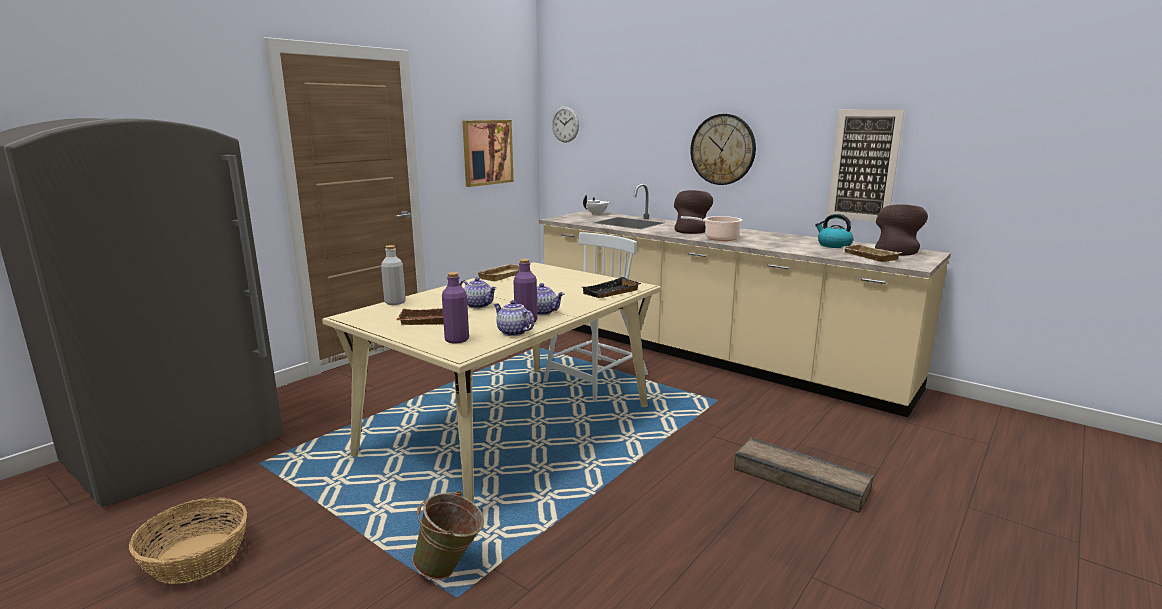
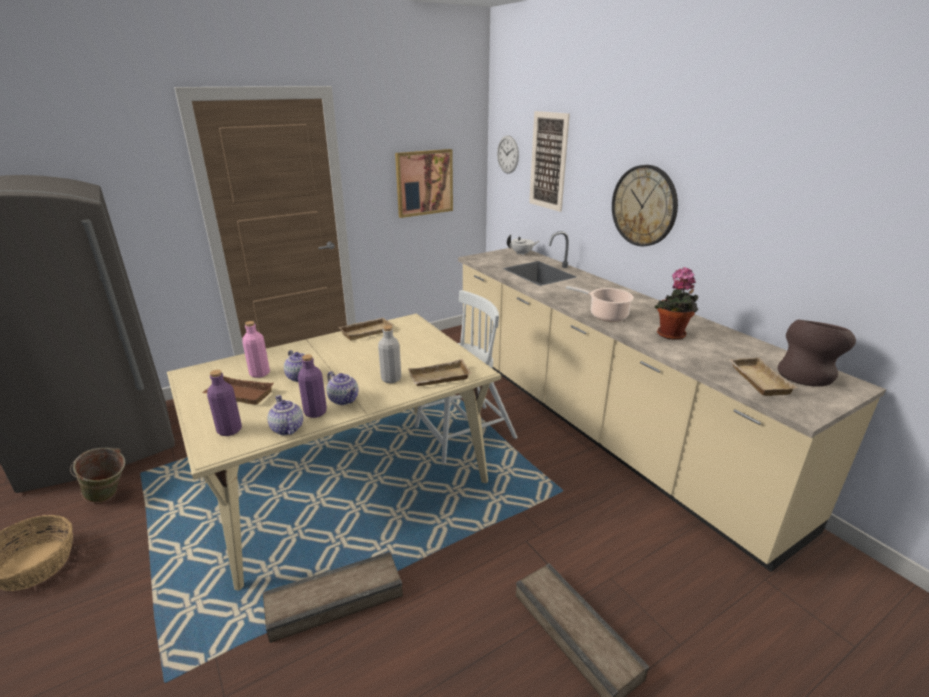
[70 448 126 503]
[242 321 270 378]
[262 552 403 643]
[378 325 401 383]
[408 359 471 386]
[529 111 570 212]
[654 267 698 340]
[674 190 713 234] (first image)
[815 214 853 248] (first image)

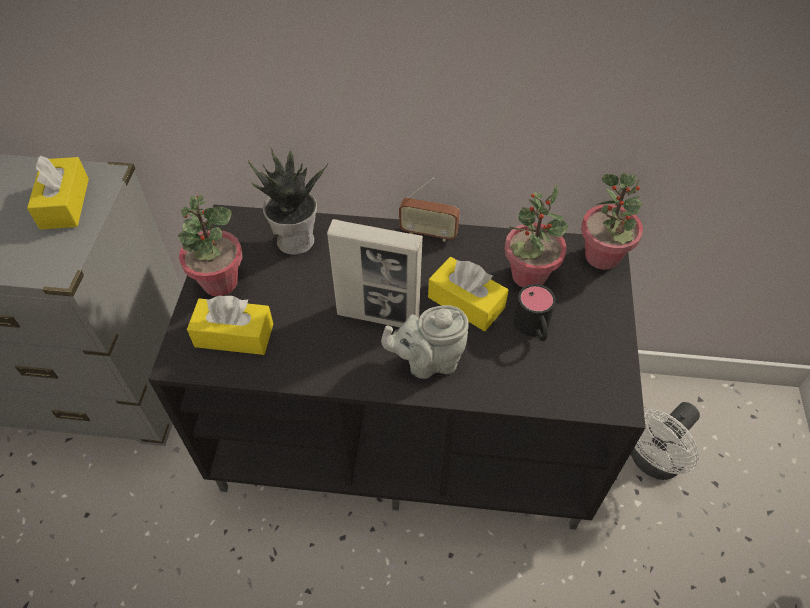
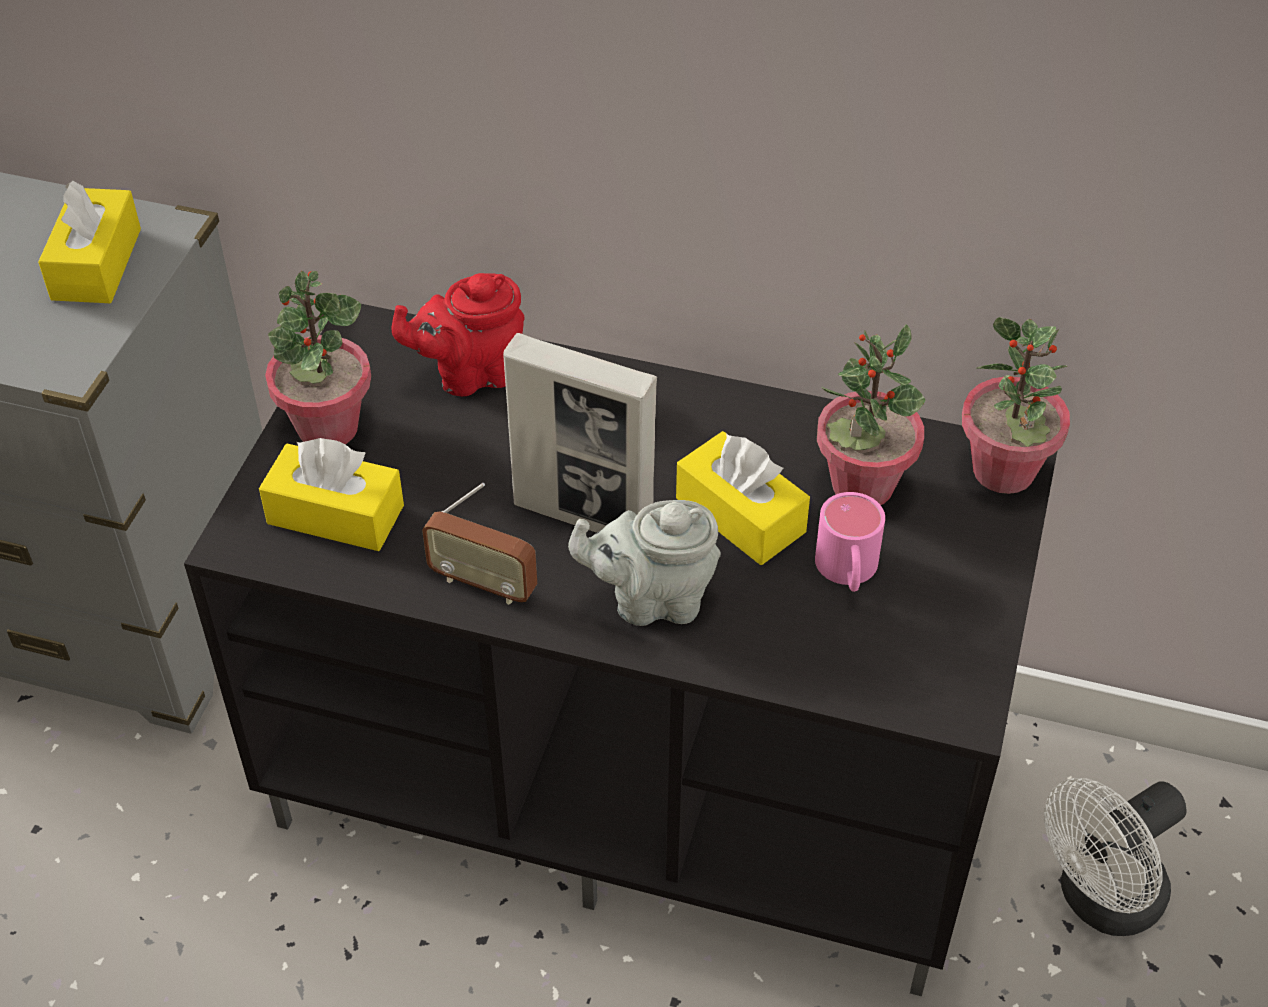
[391 273 525 396]
[422 483 537 605]
[815 492 885 592]

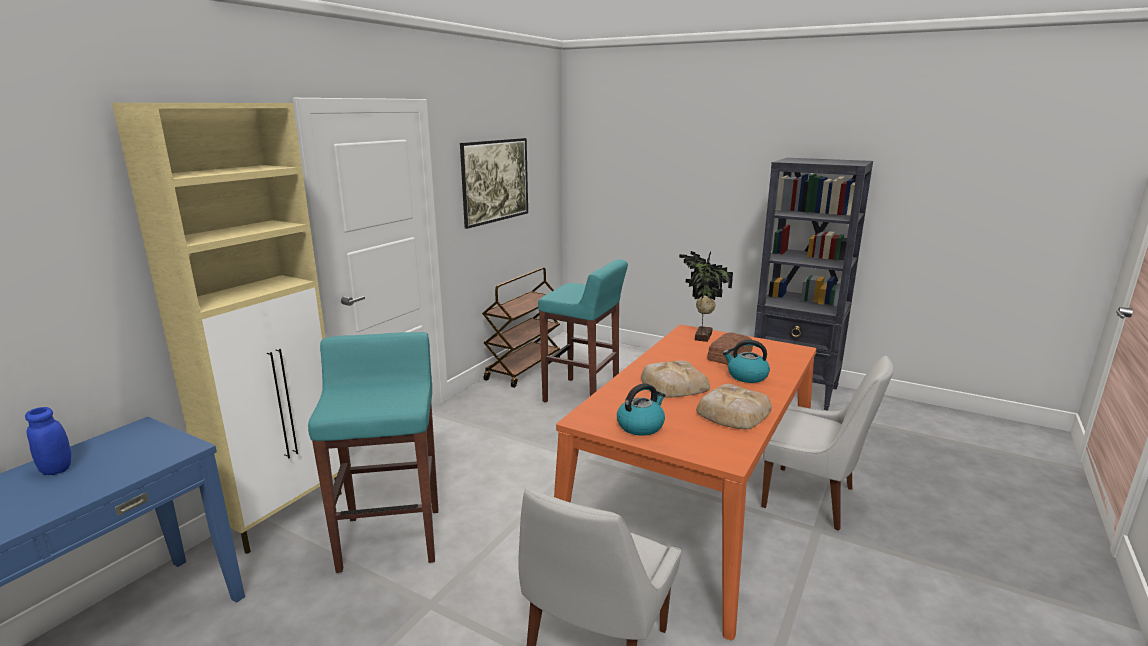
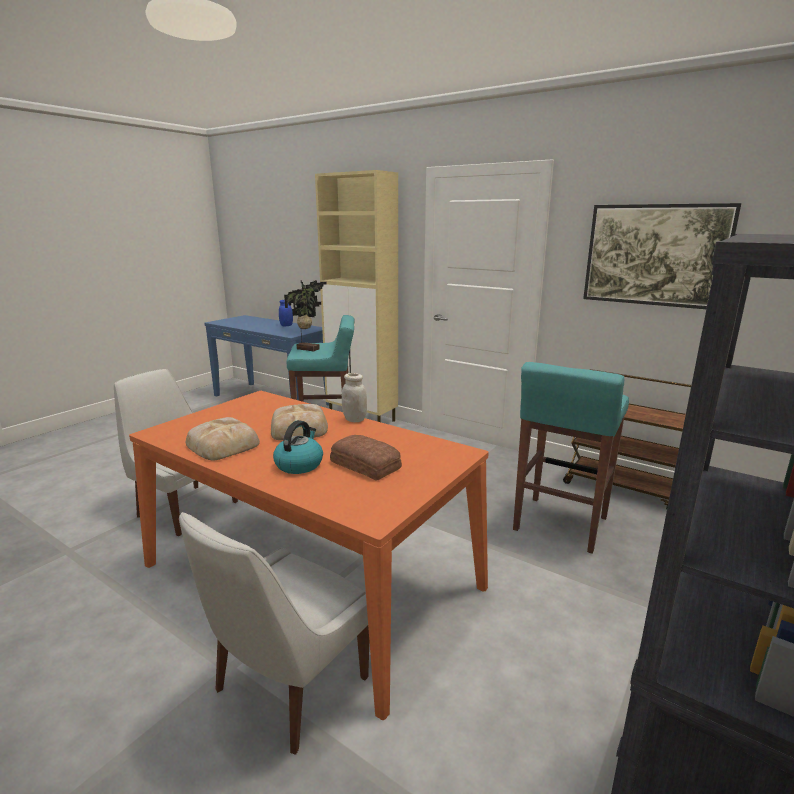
[284 280 326 351]
[342 373 367 422]
[617 383 666 436] (first image)

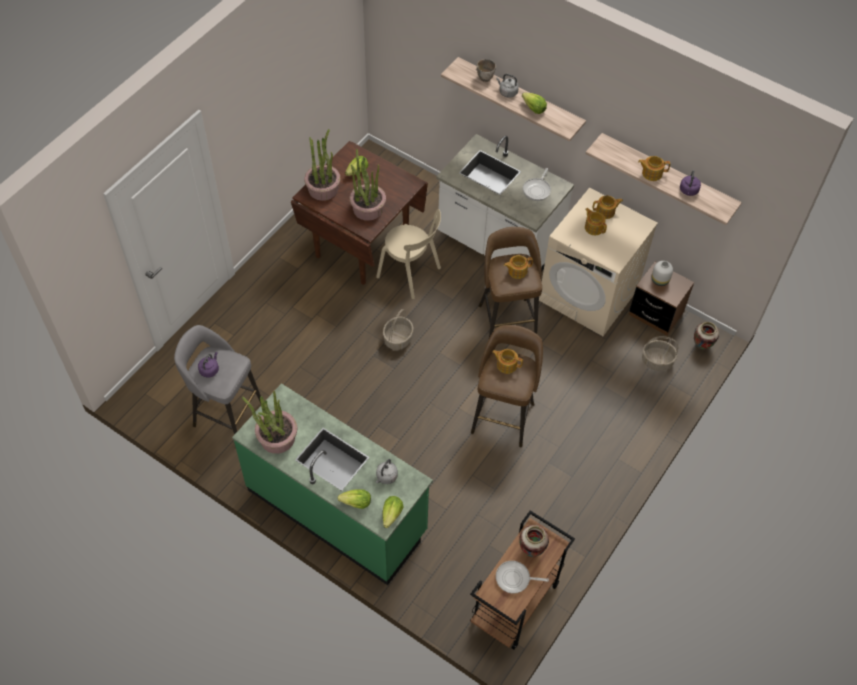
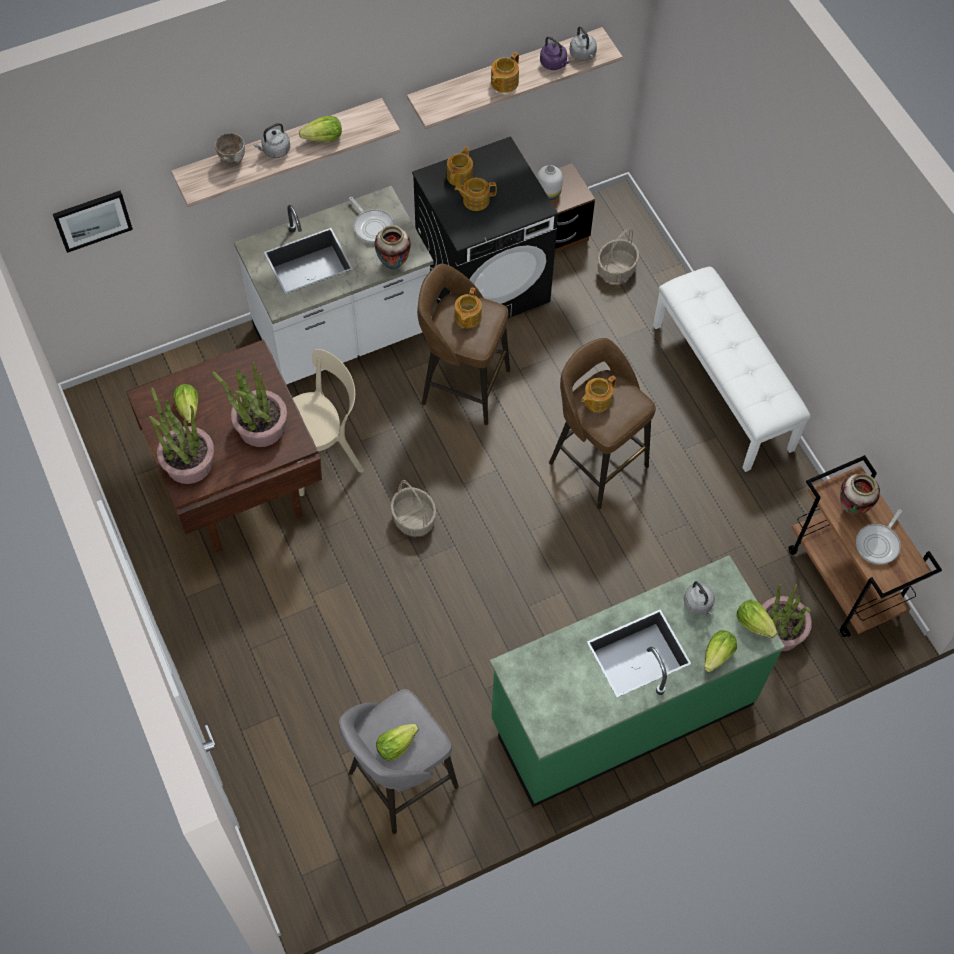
[53 191 133 253]
[374 225 411 269]
[376 723 419 761]
[412 136 558 318]
[570 26 597 61]
[653 267 811 472]
[762 584 812 652]

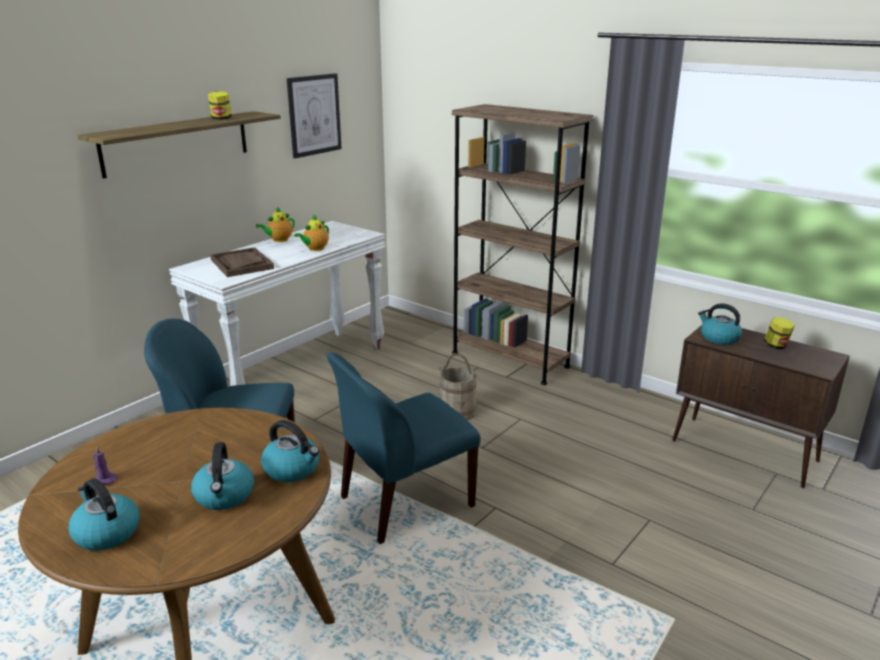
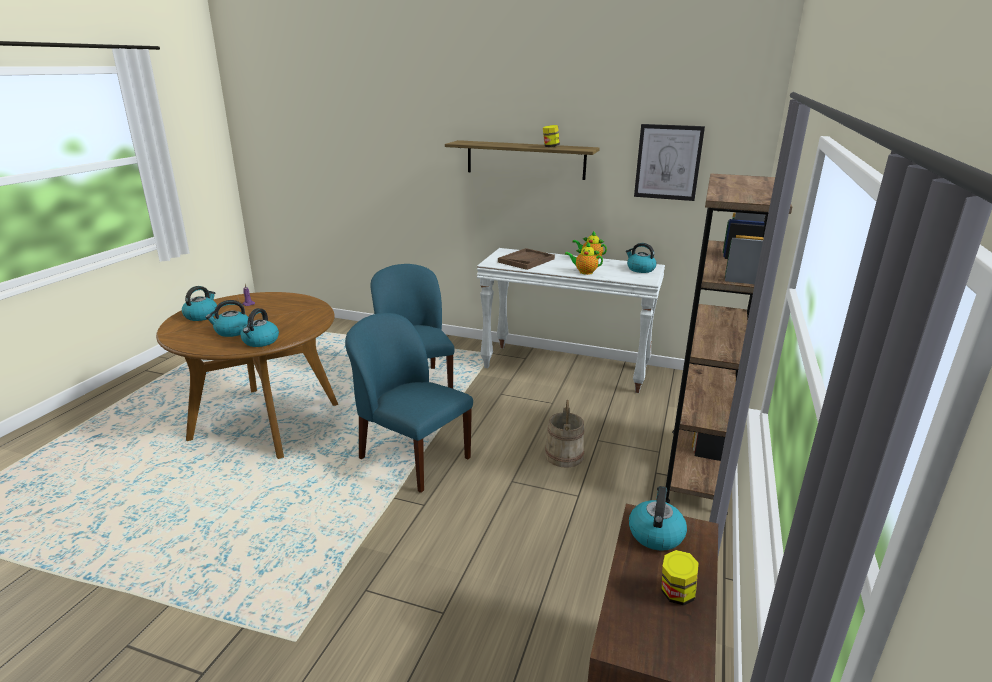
[626 243 656 273]

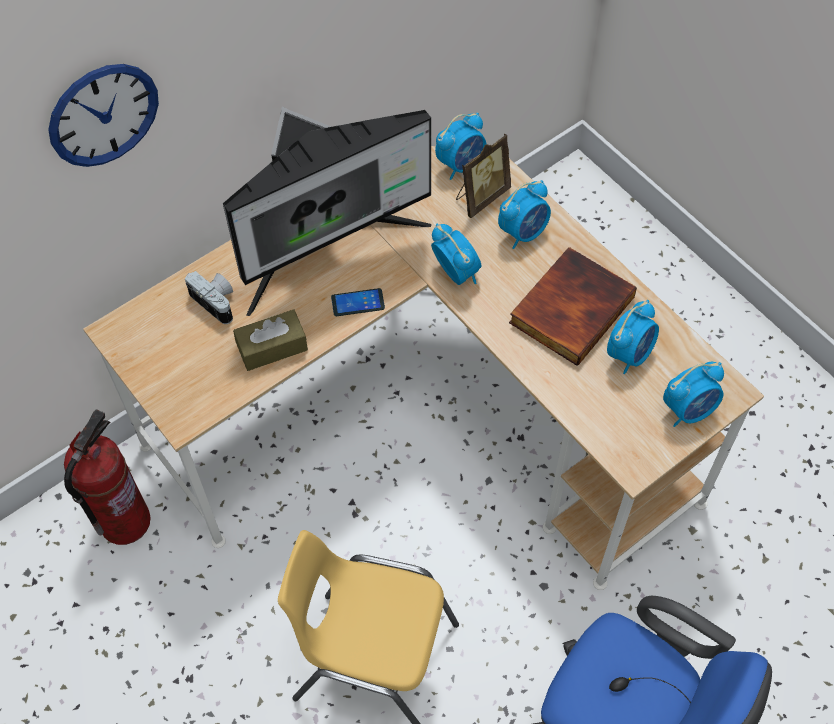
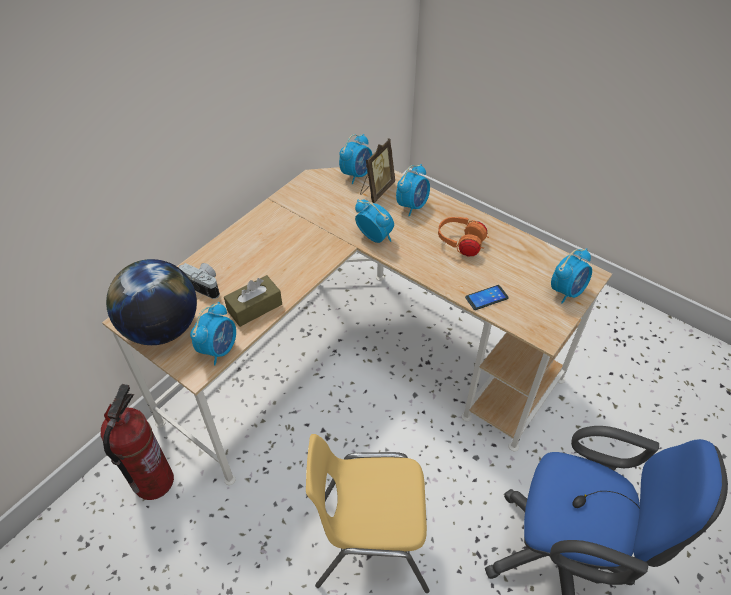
[106 259 197 345]
[190 302 236 365]
[438 217 489 256]
[465 285 509 310]
[48 64 159 167] (first image)
[223 107 432 316] (first image)

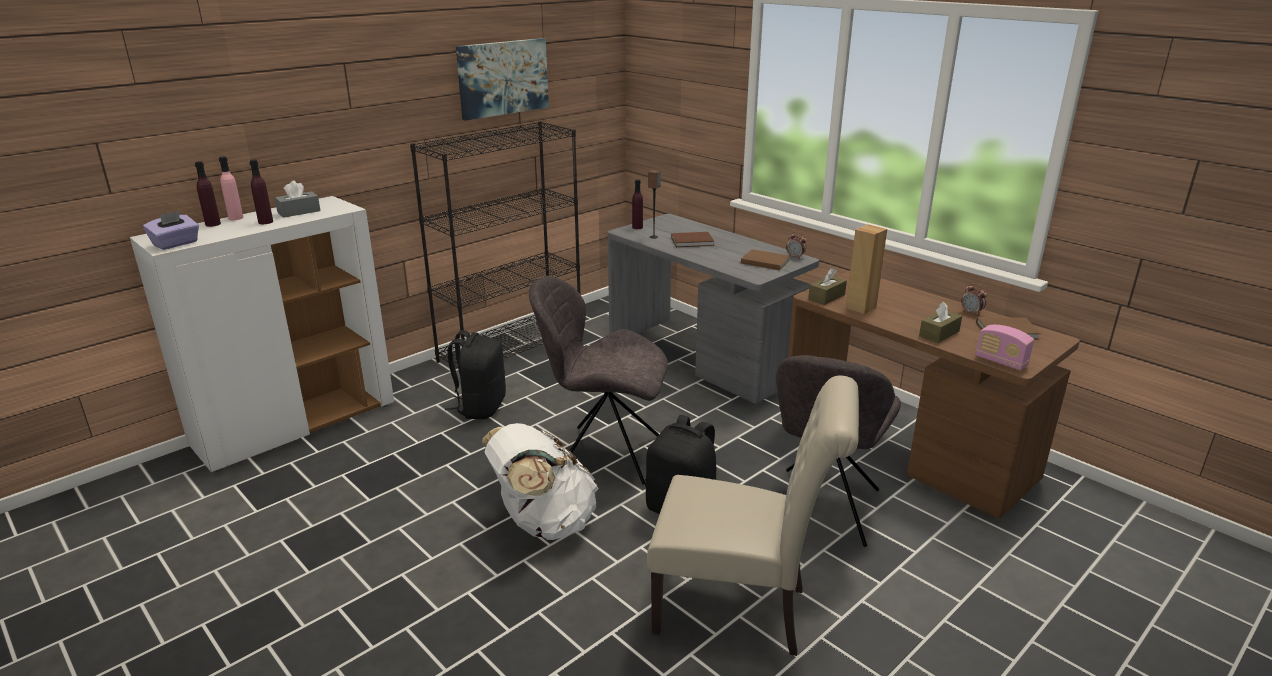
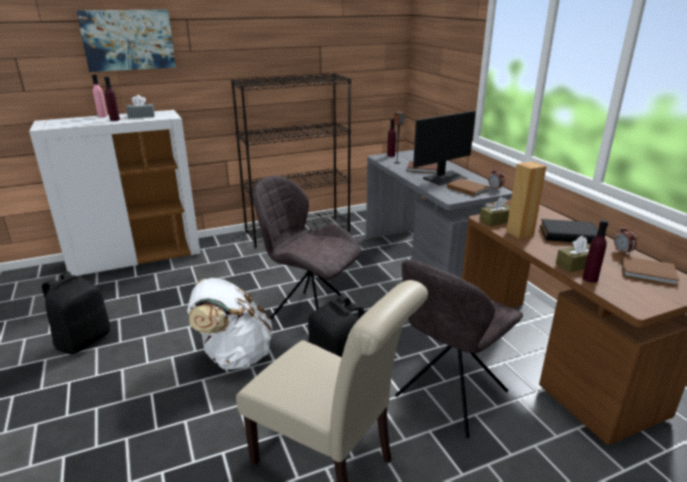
[42 271 110 354]
[76 9 176 72]
[413 111 476 186]
[540 219 598 243]
[583 220 608 283]
[143 211 199 250] (first image)
[976 325 1034 371] (first image)

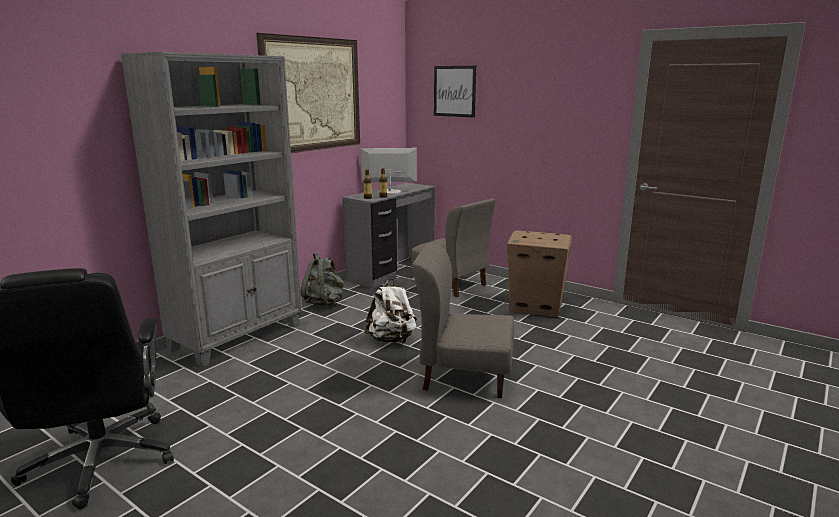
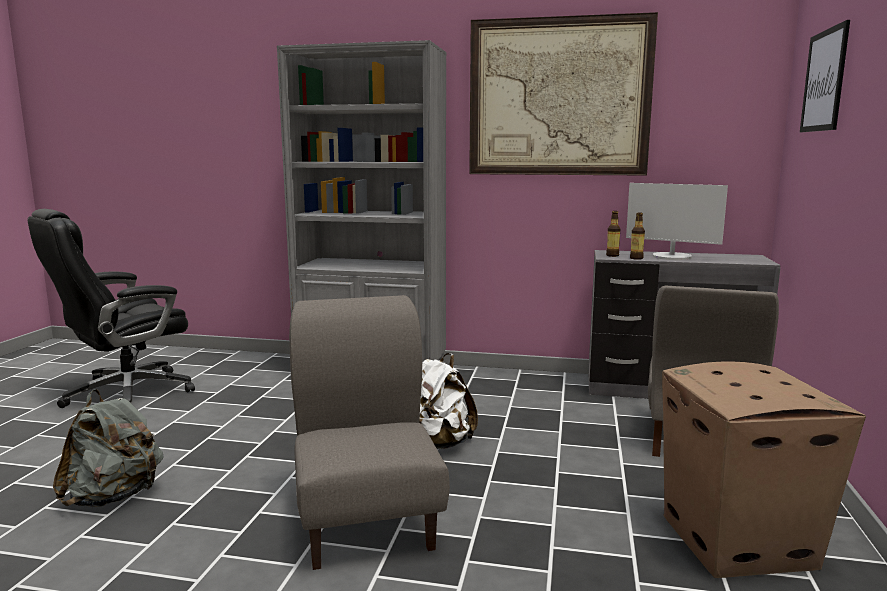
[53 389 164 507]
[626 183 728 260]

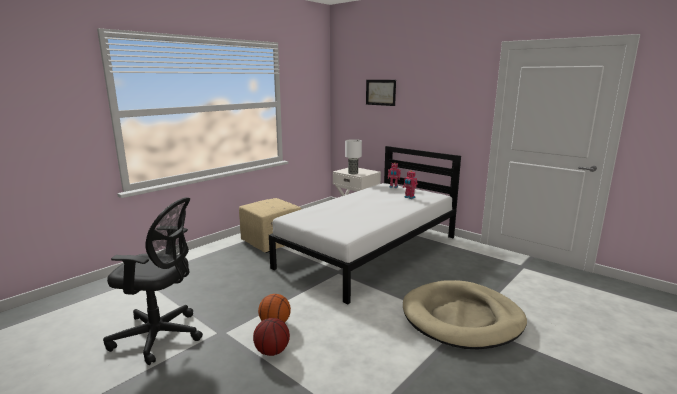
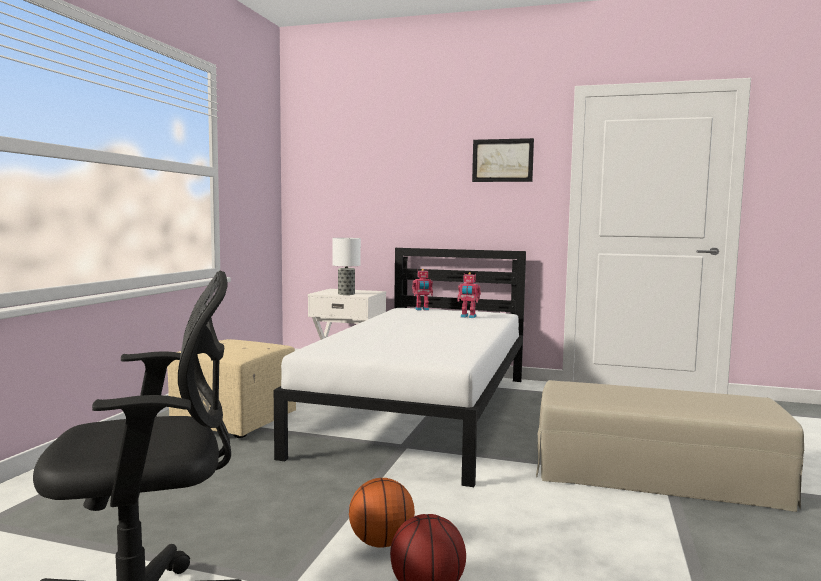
[472 138 534 182]
[536 380 804 512]

